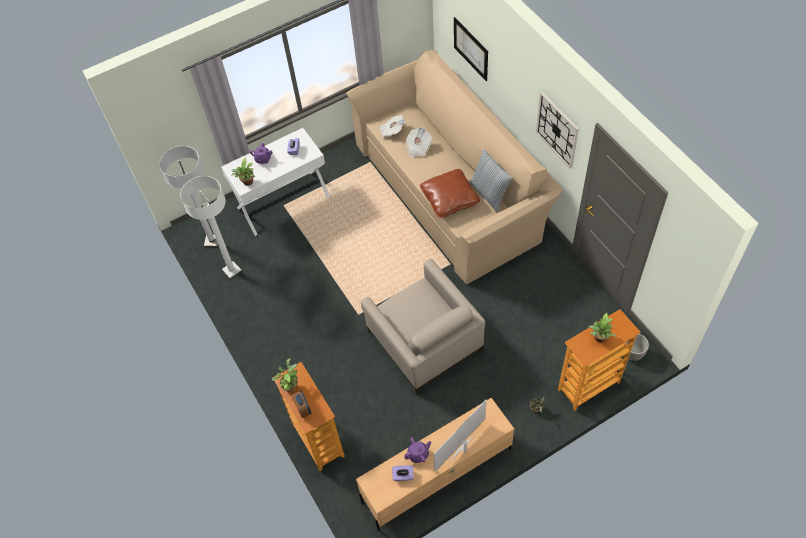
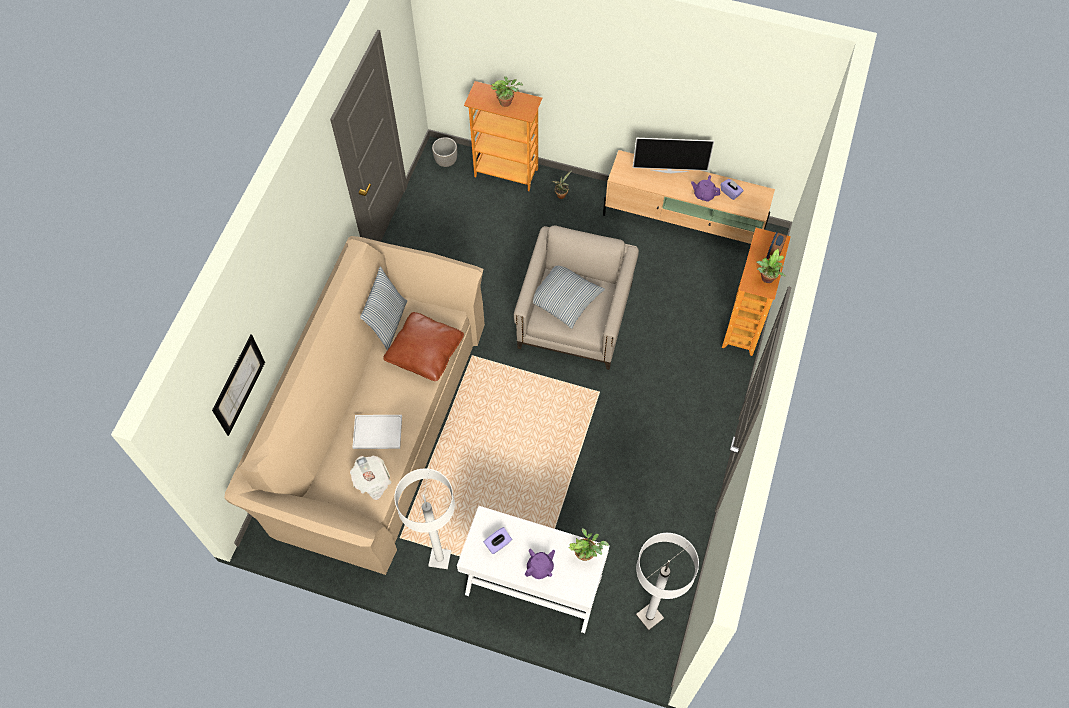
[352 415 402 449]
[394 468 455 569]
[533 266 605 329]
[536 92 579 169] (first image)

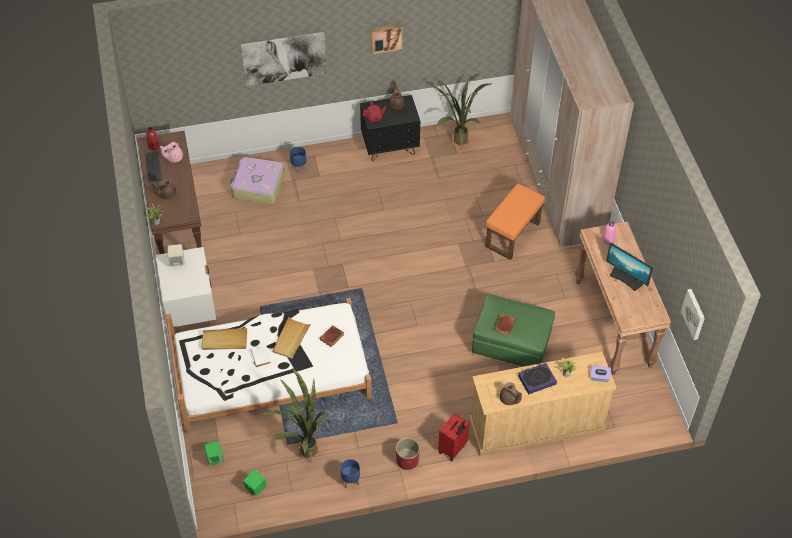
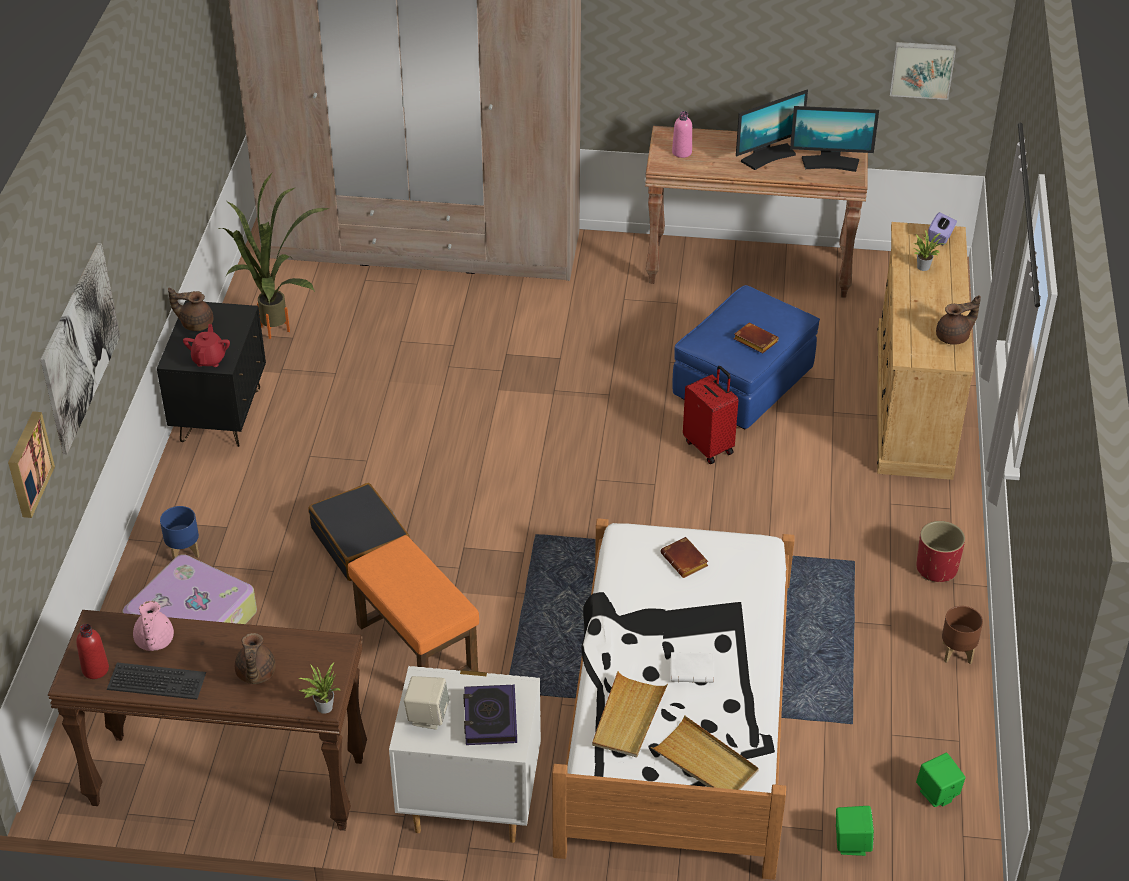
[8 411 55 518]
[309 483 410 581]
[348 535 479 672]
[463 685 517 745]
[651 715 759 790]
[672 285 820 430]
[683 366 738 464]
[790 106 879 172]
[942 606 983 664]
[262 367 332 463] (first image)

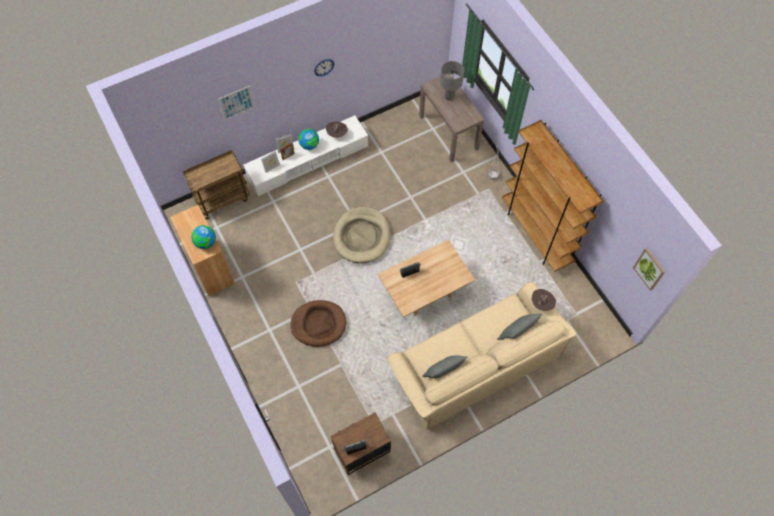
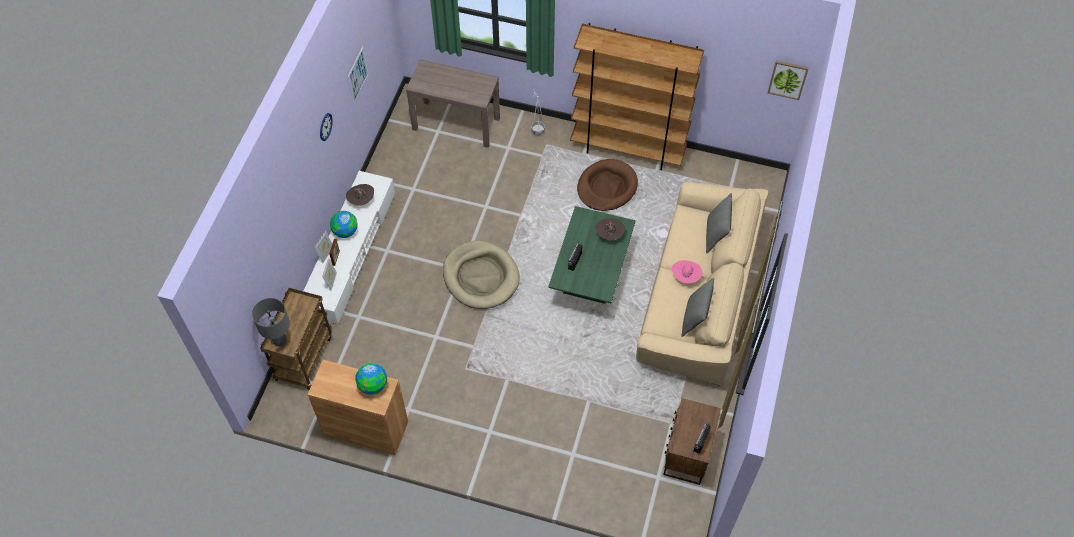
[252 298 290 346]
[348 47 368 104]
[548 206 636 304]
[577 159 638 211]
[595 218 625 241]
[672 260 703 283]

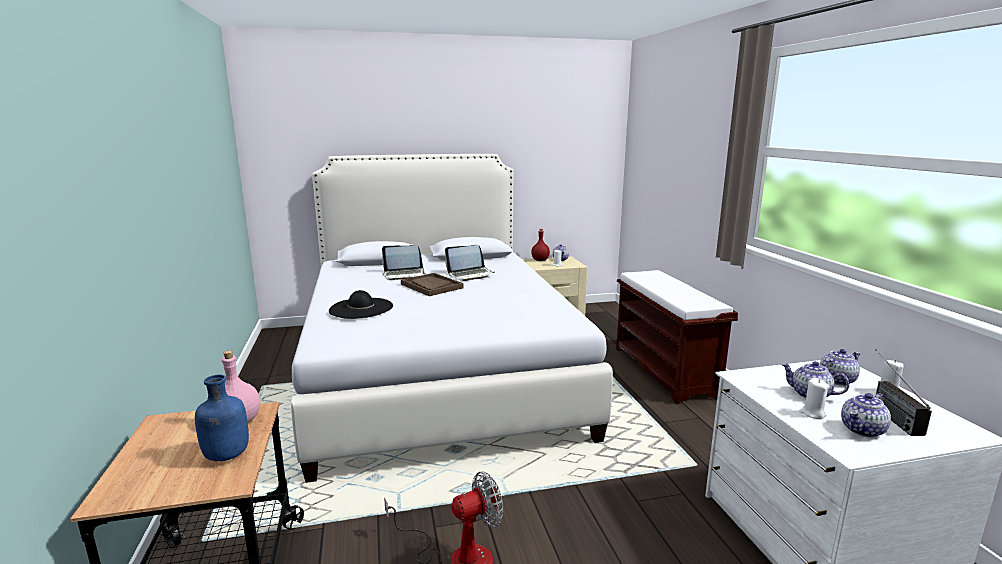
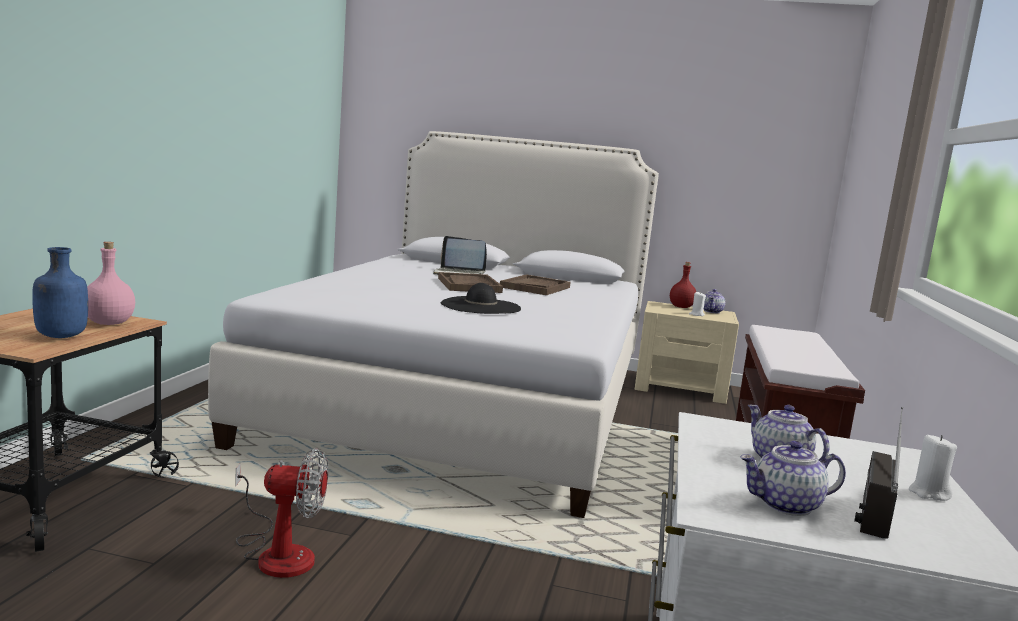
[441 283 521 314]
[500 274 571 295]
[799 378 830 419] (first image)
[820 349 861 386] (first image)

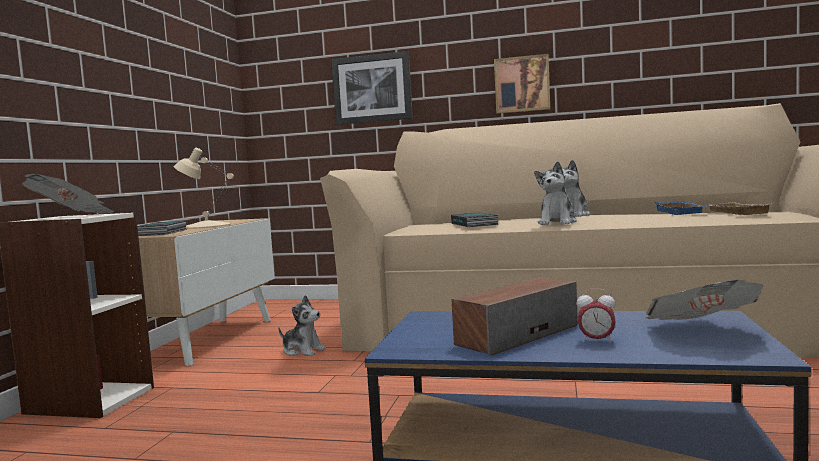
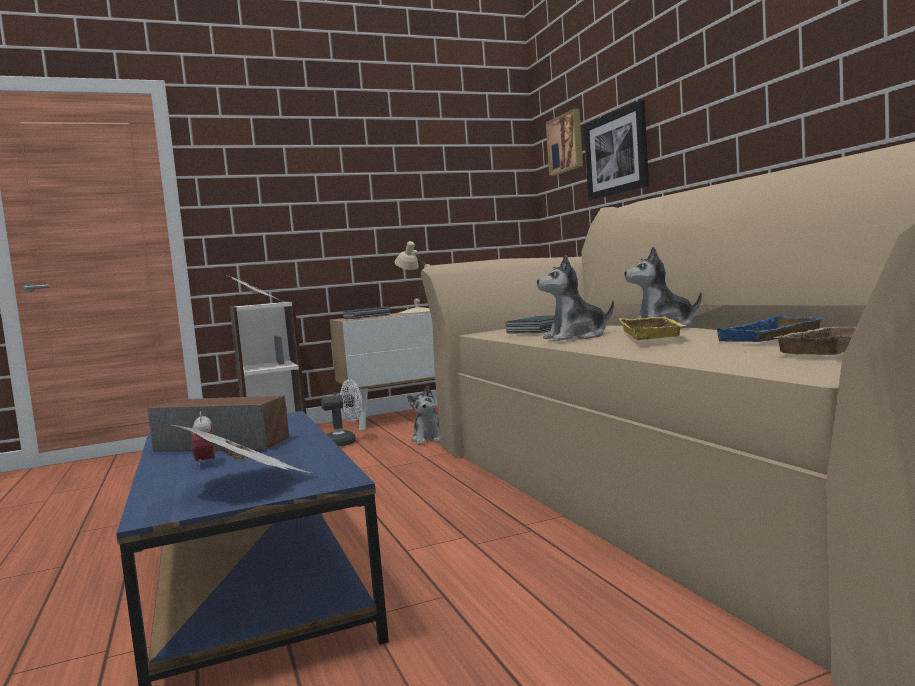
[321 379 363 447]
[546 109 583 176]
[619 317 686 340]

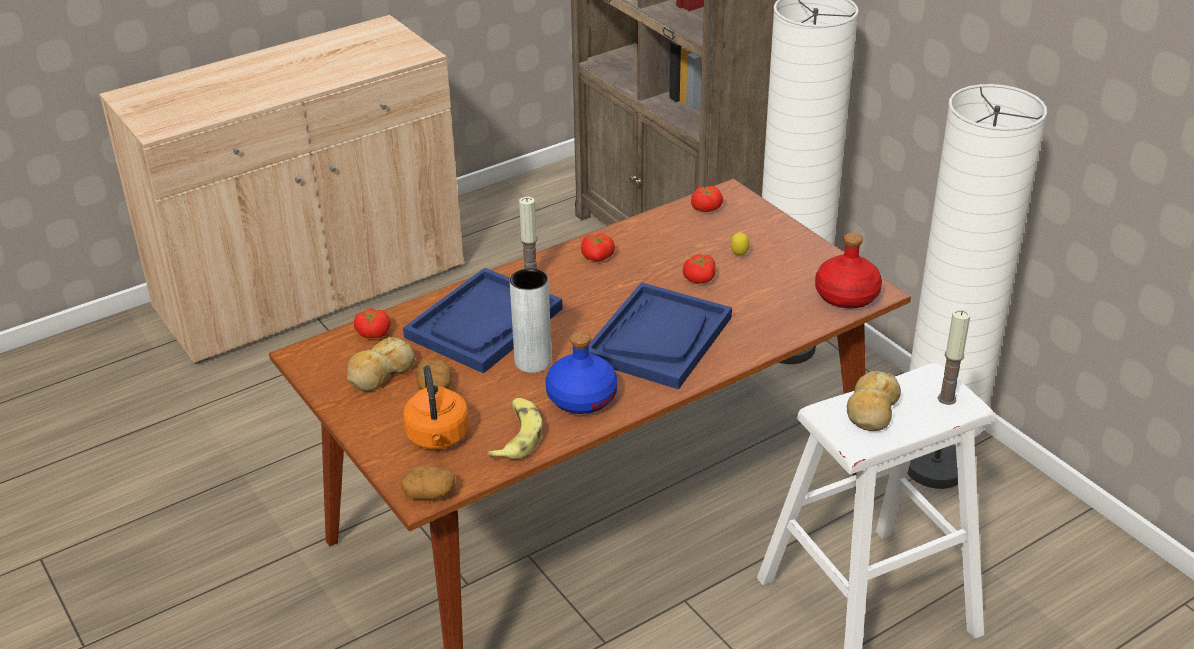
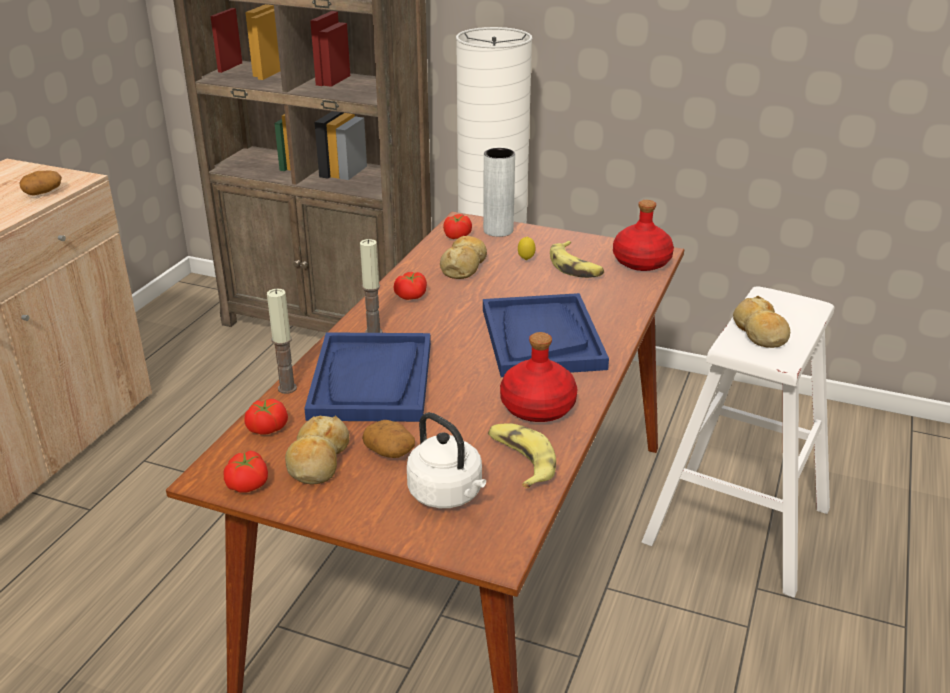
[20 171 62 195]
[224 450 268 492]
[267 288 297 394]
[407 412 486 508]
[440 236 487 279]
[483 148 515 237]
[500 332 577 422]
[550 241 604 278]
[908 84 1047 489] (first image)

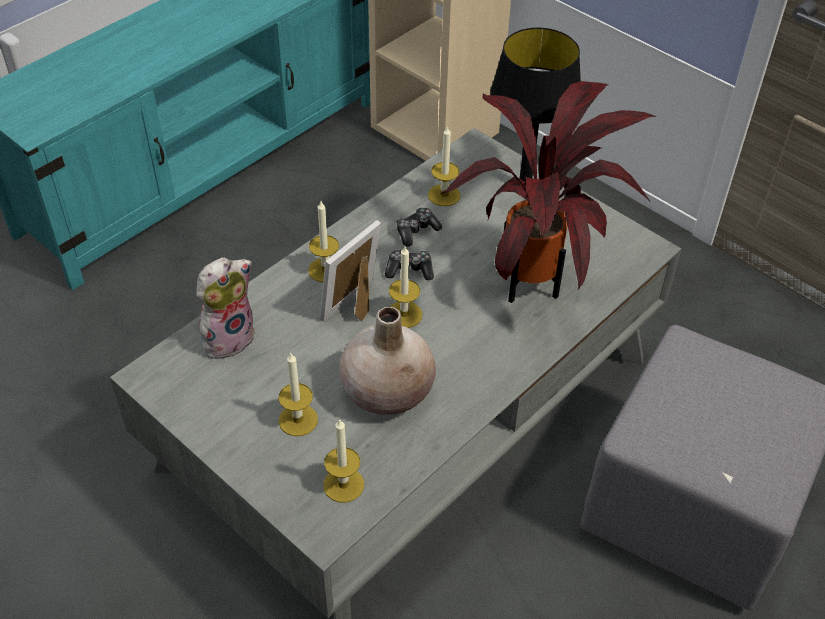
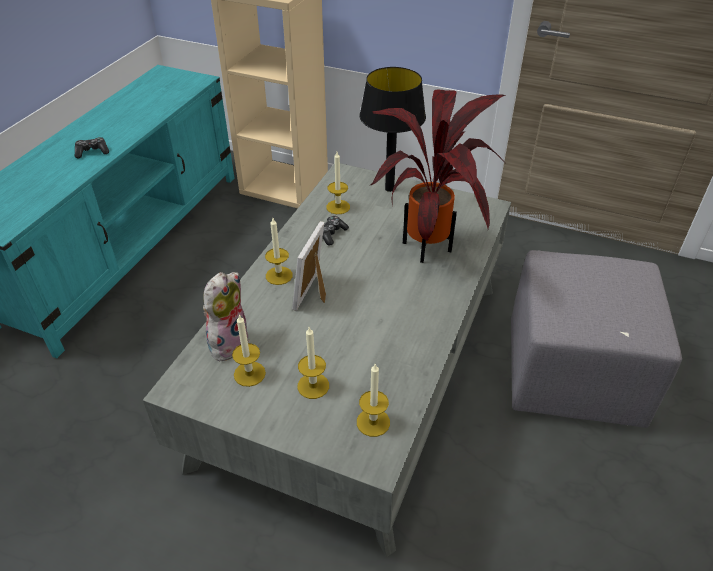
[75 137 109 158]
[232 315 266 387]
[339 307 436 415] (first image)

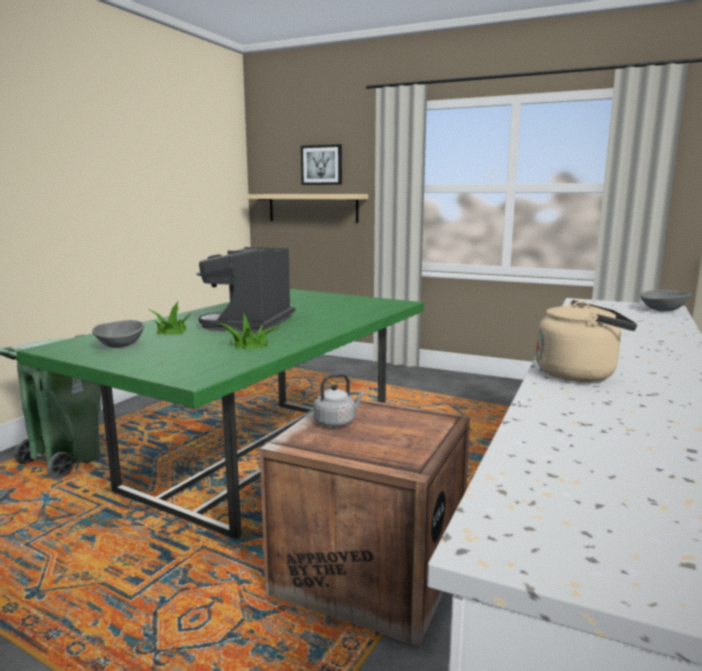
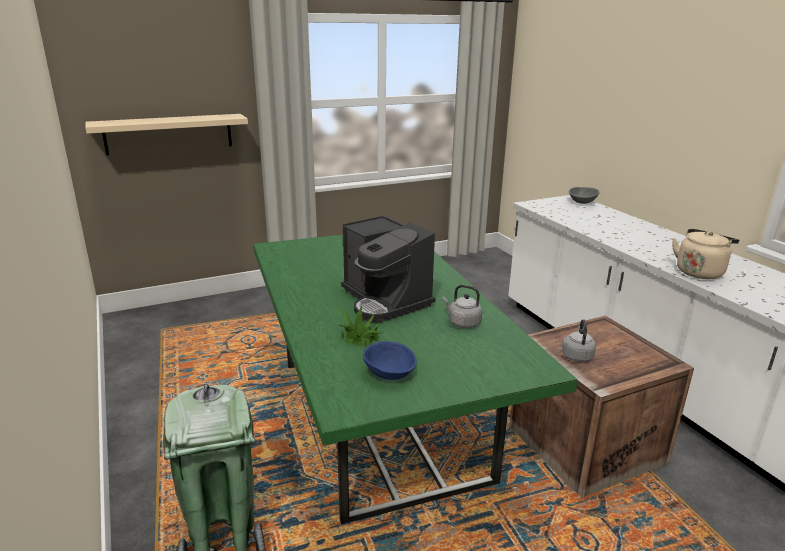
[363 341 417 380]
[442 285 482 328]
[301 144 342 185] (first image)

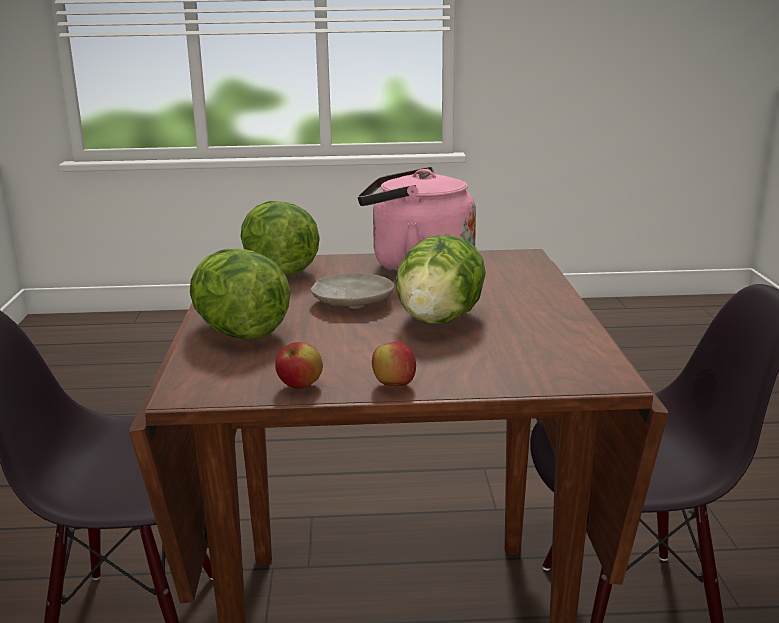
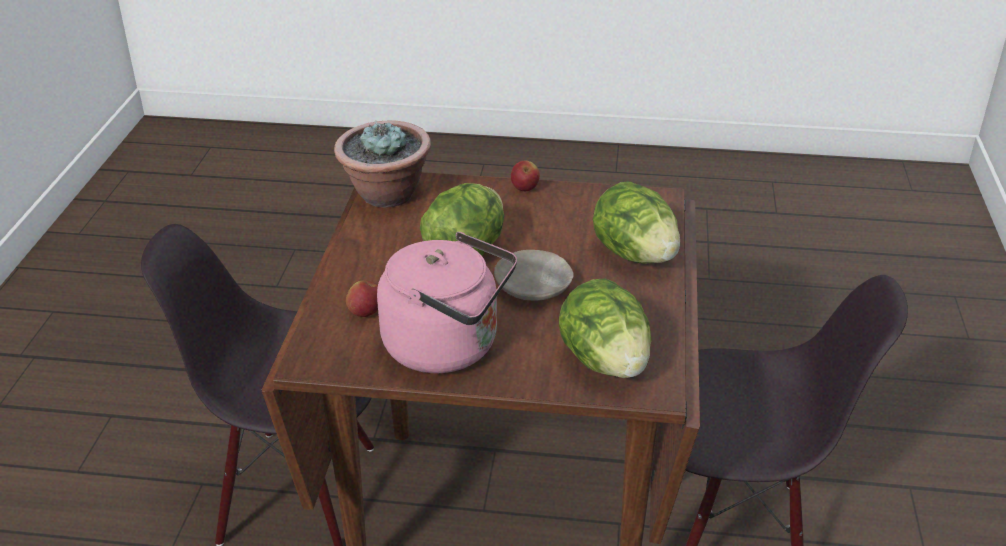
[334 121 431 208]
[346 281 378 317]

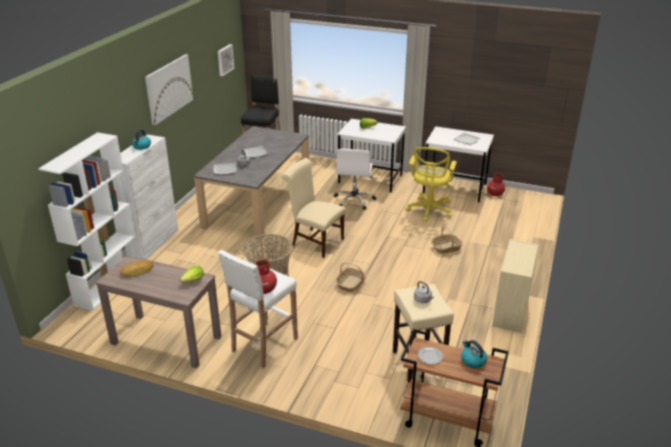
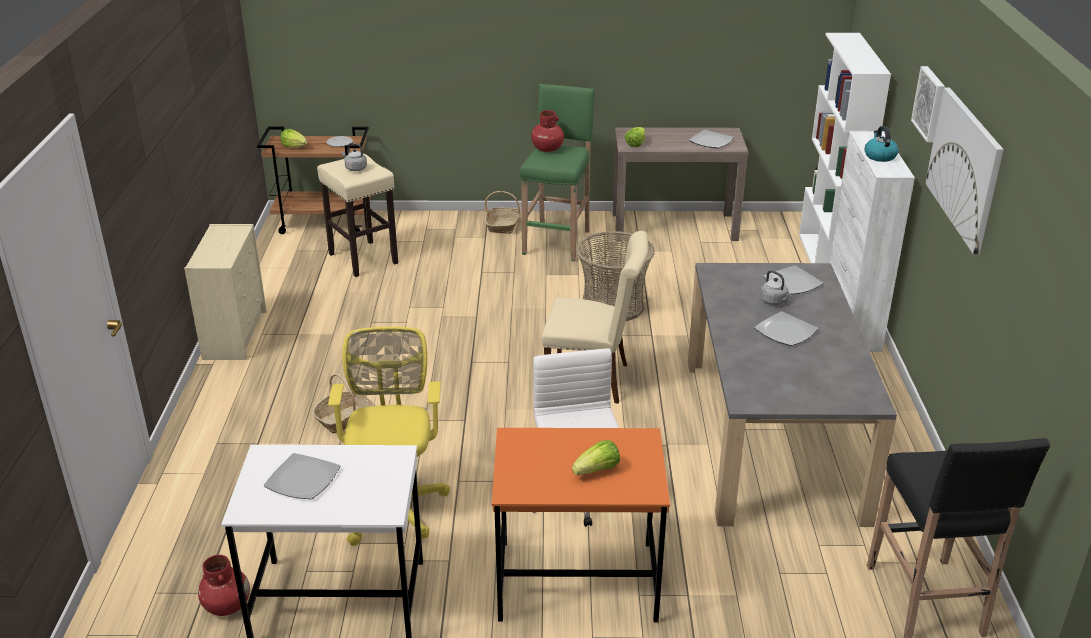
[280 129 308 148]
[485 191 521 234]
[492 428 670 622]
[520 84 595 261]
[689 130 734 148]
[911 66 945 142]

